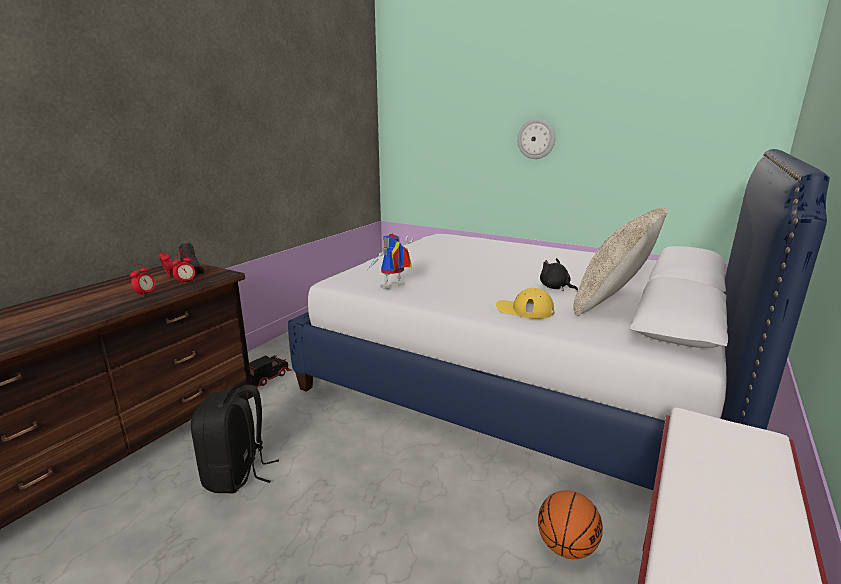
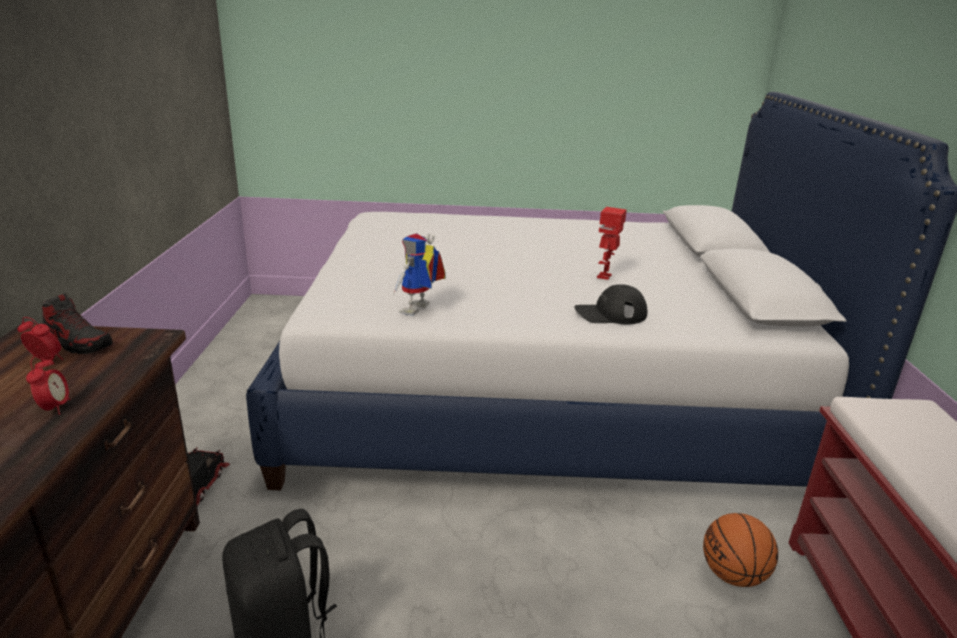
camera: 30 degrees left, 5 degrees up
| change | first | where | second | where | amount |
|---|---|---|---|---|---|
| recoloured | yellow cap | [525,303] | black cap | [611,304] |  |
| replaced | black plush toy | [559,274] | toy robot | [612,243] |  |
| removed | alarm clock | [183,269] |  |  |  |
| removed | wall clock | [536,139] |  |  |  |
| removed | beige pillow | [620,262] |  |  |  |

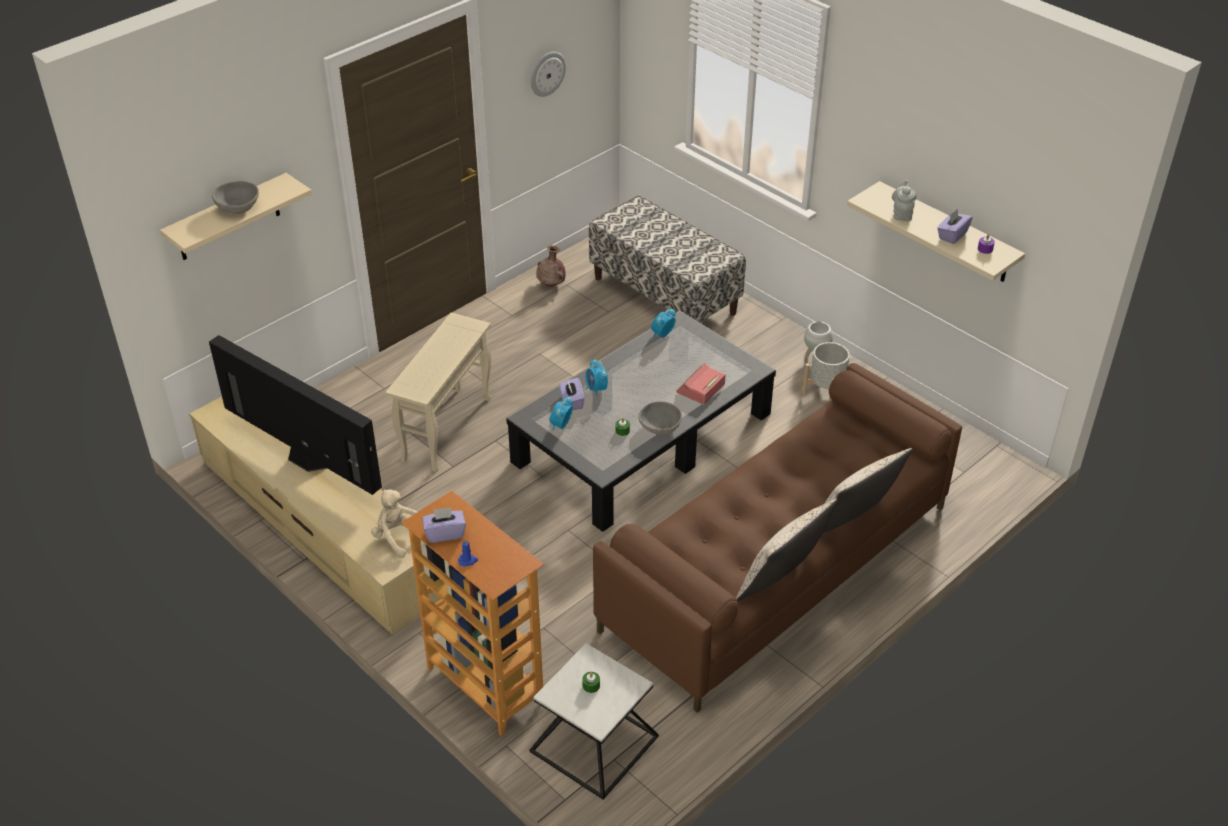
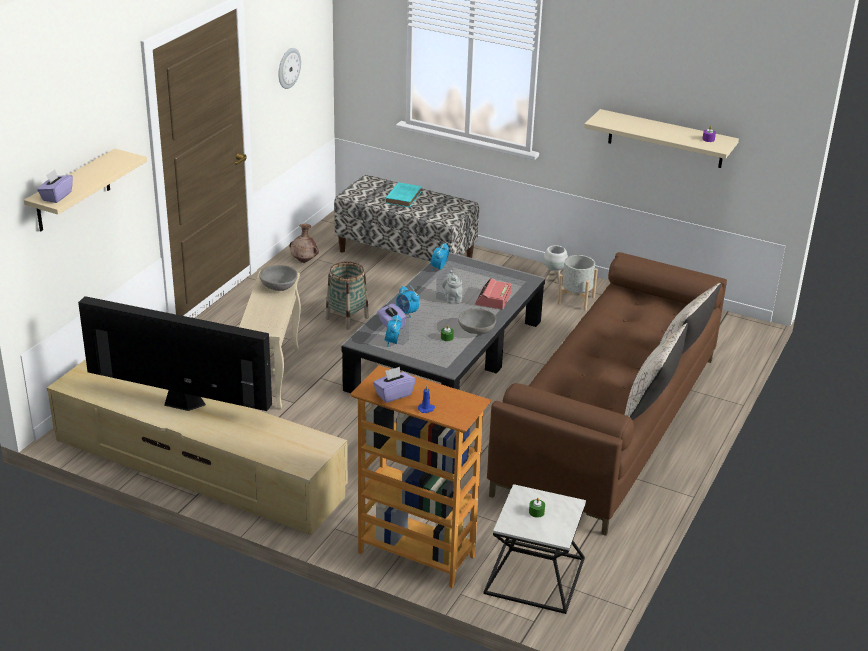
camera: 20 degrees left, 10 degrees down
| change | first | where | second | where | amount |
|---|---|---|---|---|---|
| moved | purple tissue box | [955,226] |  | [55,186] |  |
| moved | grey bowl | [235,197] |  | [278,278] |  |
| added |  |  | basket | [347,295] |  |
| added |  |  | turquoise book | [403,194] |  |
| moved | grey teapot | [904,200] |  | [452,287] |  |
| removed | beige plush toy | [394,523] |  |  |  |

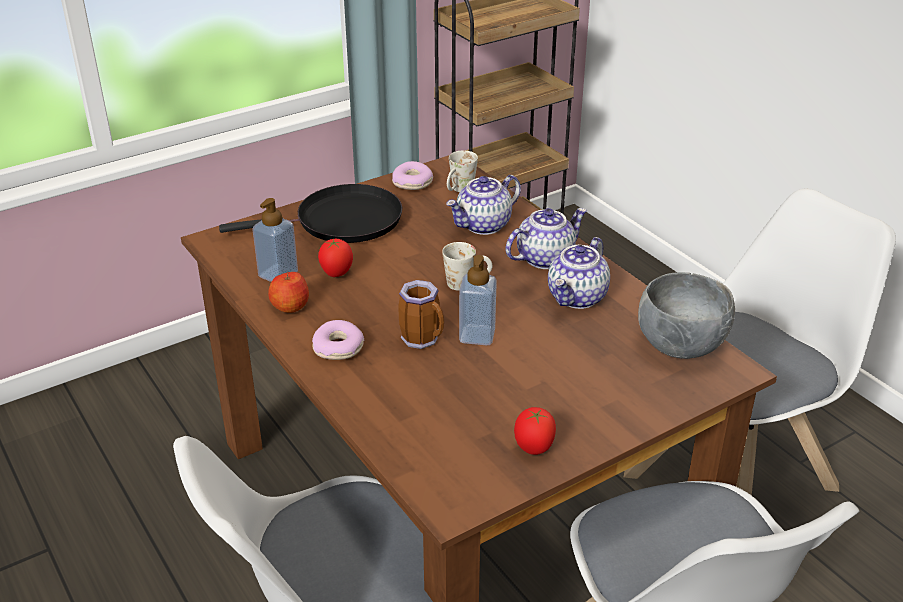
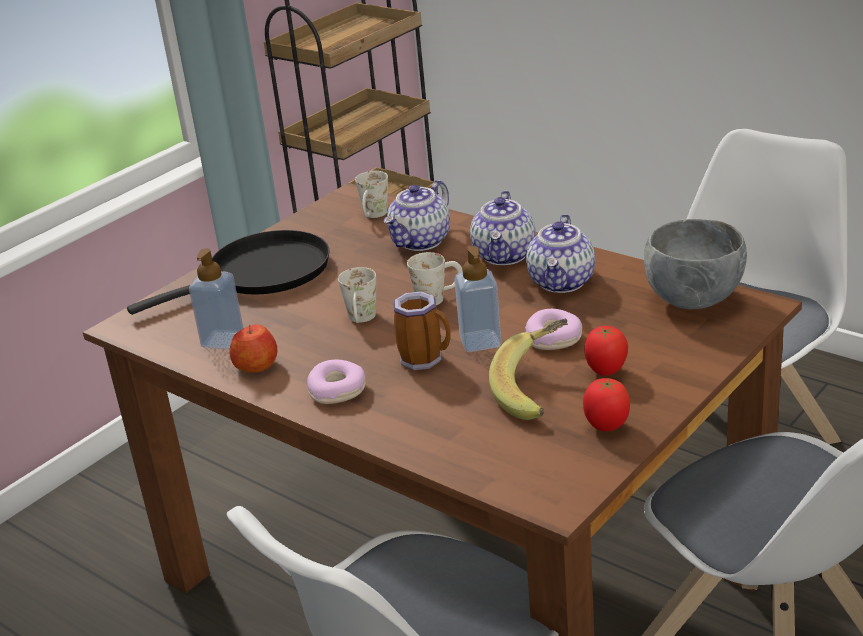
camera: 15 degrees left, 5 degrees down
| change | first | where | second | where | amount |
|---|---|---|---|---|---|
| added |  |  | white mug | [357,295] |  |
| turned | teapot | [546,238] |  | [503,228] | 150 degrees clockwise |
| added |  |  | banana | [528,369] |  |
| moved | donut | [412,175] |  | [553,329] |  |
| moved | tomato | [335,258] |  | [606,351] |  |

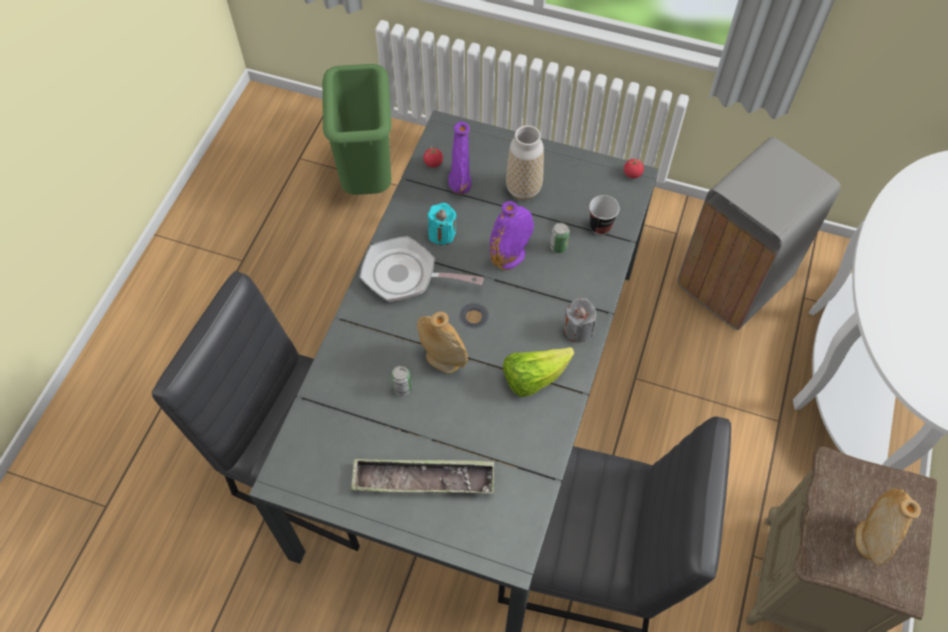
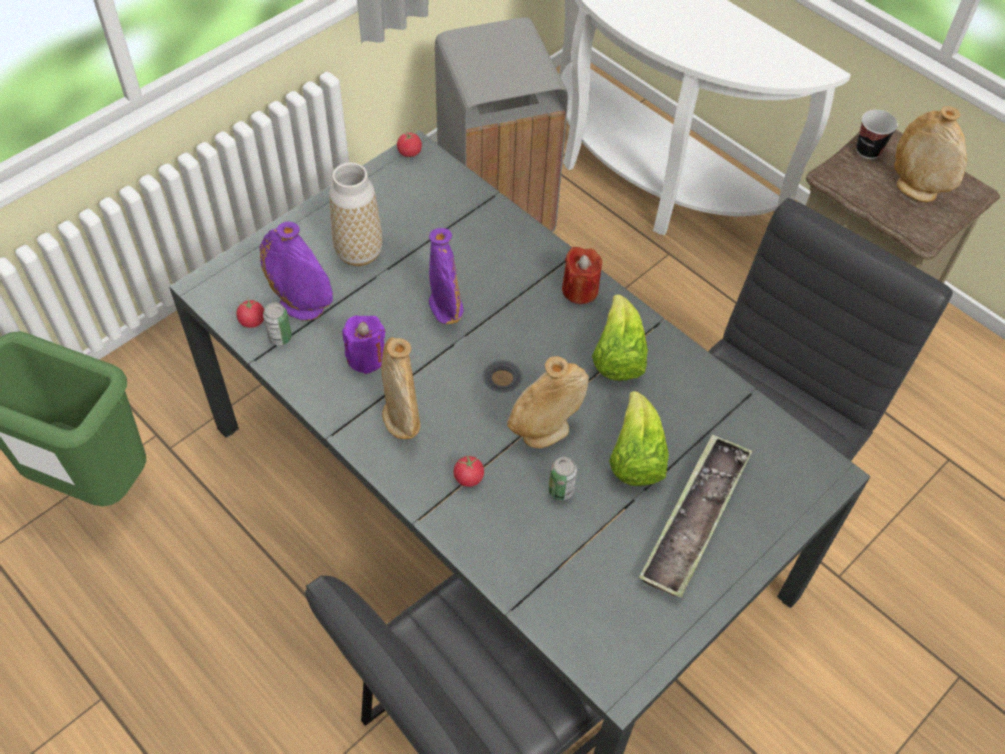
camera: 65 degrees left, 5 degrees down
| change | first | where | second | where | amount |
|---|---|---|---|---|---|
| moved | can | [560,238] |  | [277,324] |  |
| recoloured | turquoise candle | [442,224] | purple candle | [364,345] |  |
| replaced | frying pan | [422,269] | beige vase | [401,388] |  |
| added |  |  | tomato | [468,471] |  |
| recoloured | grey candle | [580,320] | red candle | [582,275] |  |
| added |  |  | lettuce | [639,438] |  |
| moved | cup | [604,215] |  | [877,134] |  |

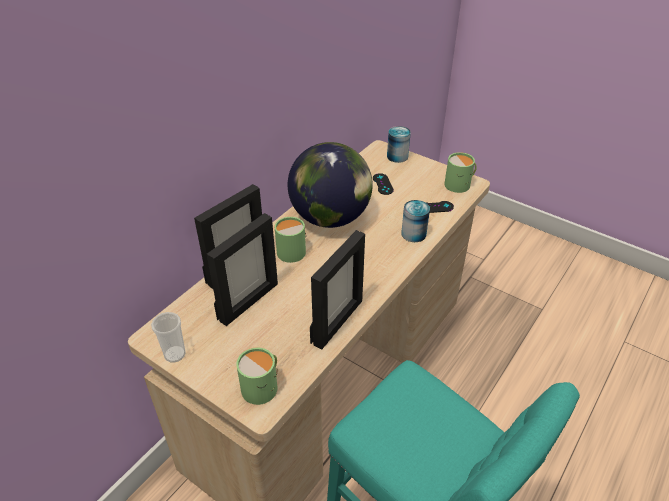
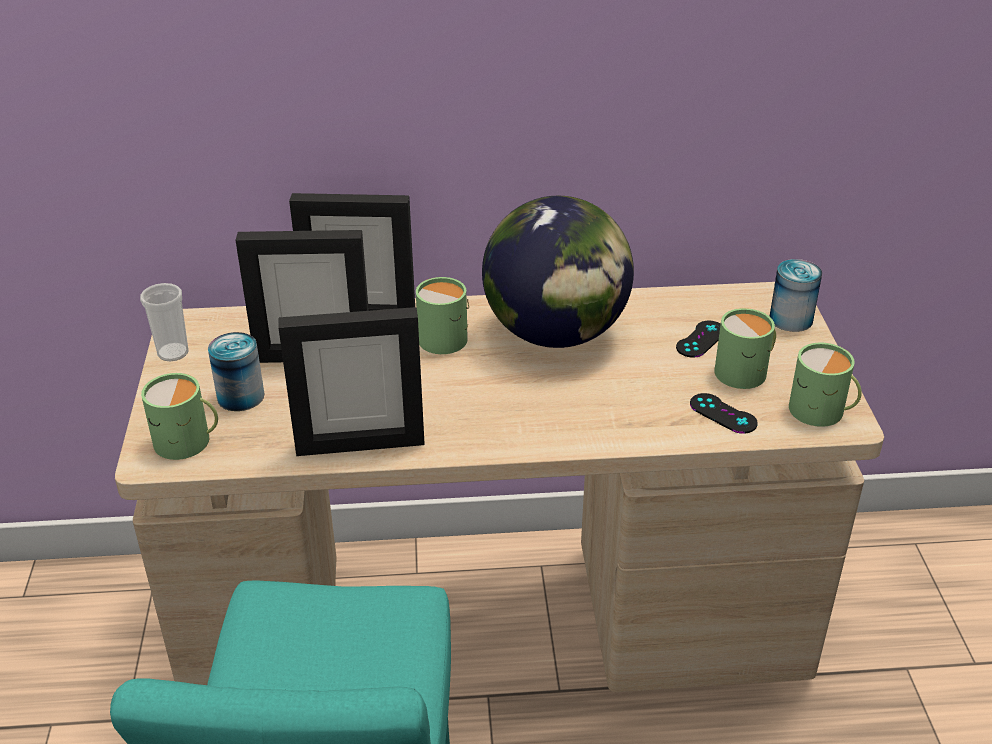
camera: 50 degrees right, 5 degrees down
| change | first | where | second | where | amount |
|---|---|---|---|---|---|
| moved | can | [415,221] |  | [236,371] |  |
| added |  |  | green mug | [745,348] |  |

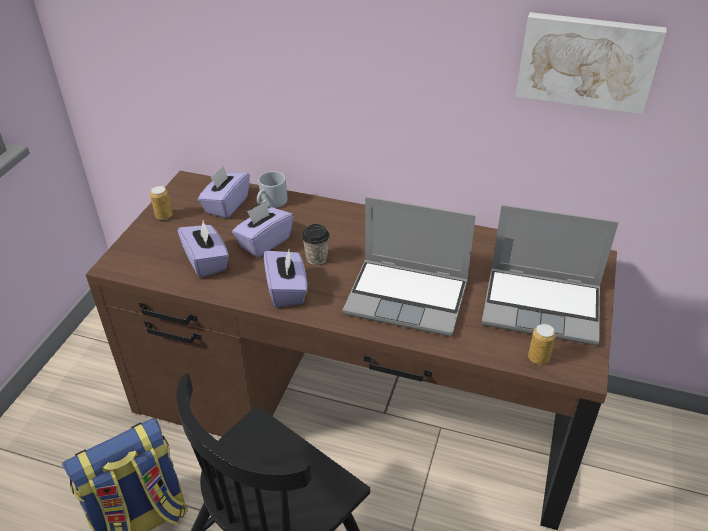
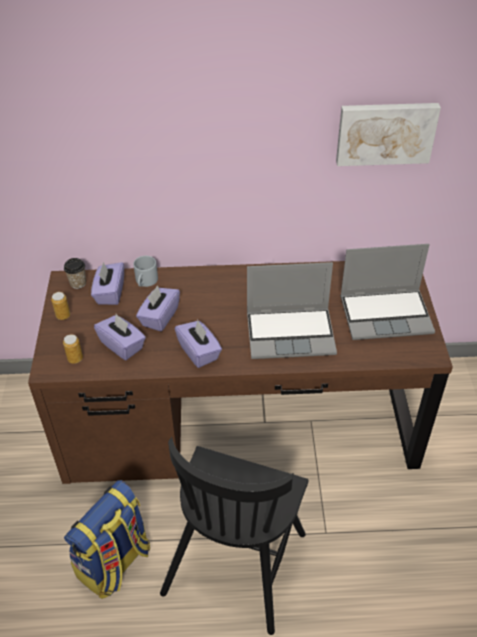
camera: 20 degrees left, 5 degrees up
| change | first | where | second | where | amount |
|---|---|---|---|---|---|
| moved | can | [542,344] |  | [73,349] |  |
| moved | cup | [316,244] |  | [75,273] |  |

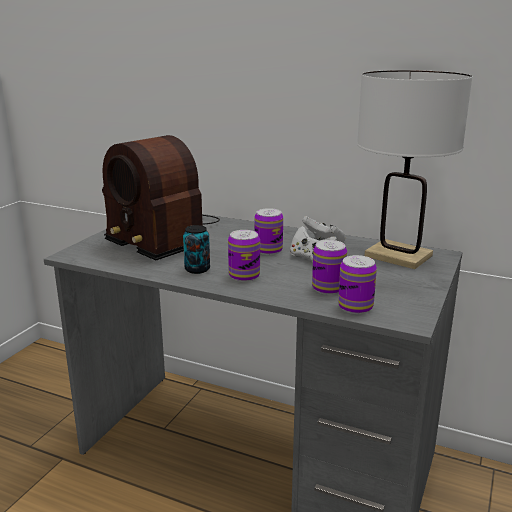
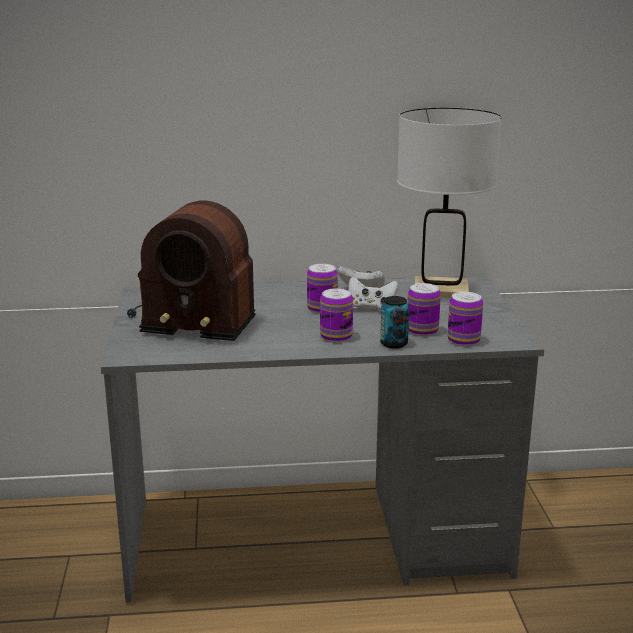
camera: 30 degrees left, 0 degrees up
| change | first | where | second | where | amount |
|---|---|---|---|---|---|
| moved | can | [196,249] |  | [394,322] |  |

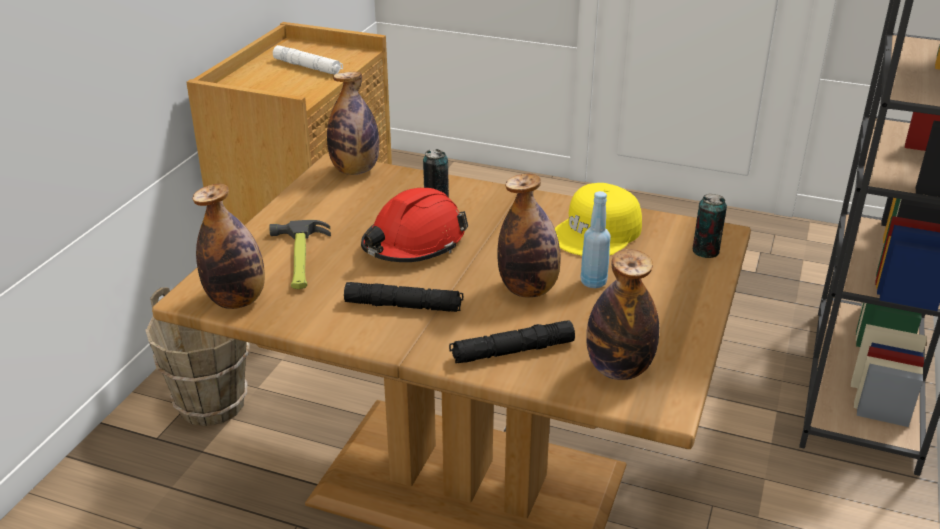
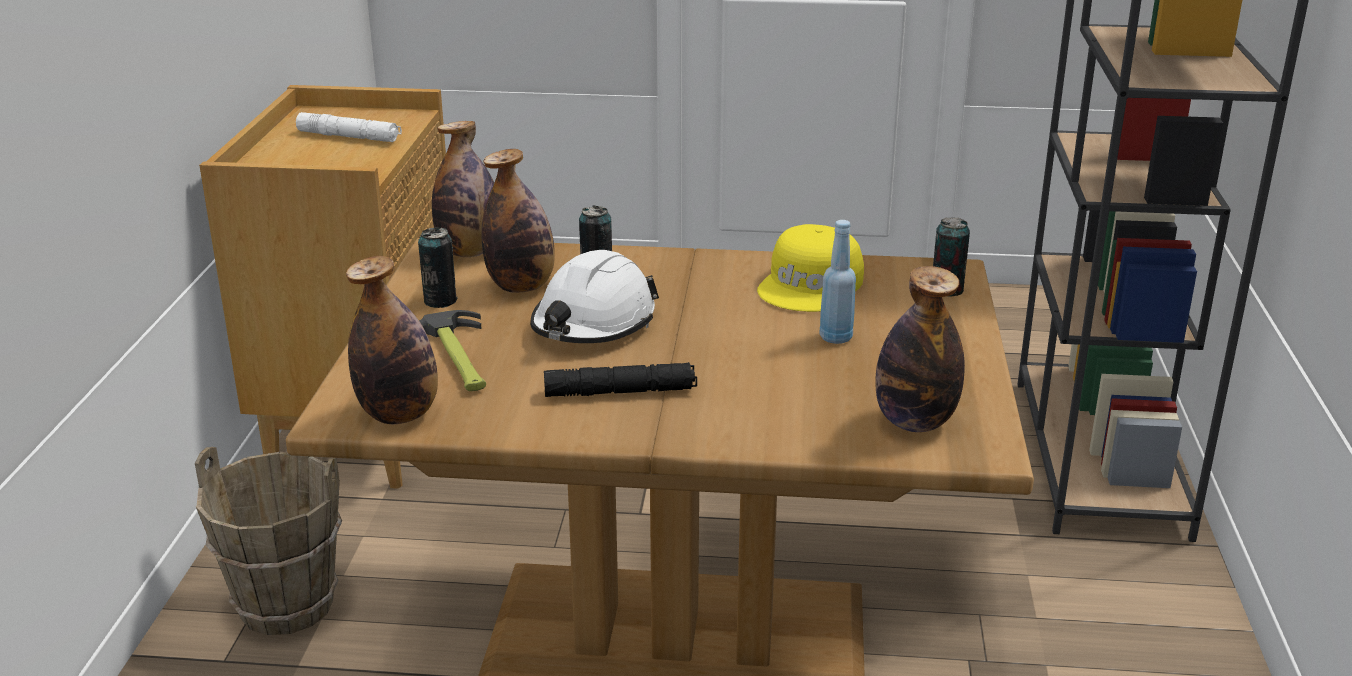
camera: 15 degrees left, 5 degrees down
| change | first | where | second | where | amount |
|---|---|---|---|---|---|
| added |  |  | can | [437,267] |  |
| moved | bottle | [529,236] |  | [518,221] |  |
| recoloured | red hard hat | [414,225] | white hard hat | [594,296] |  |
| removed | black flashlight | [512,341] |  |  |  |

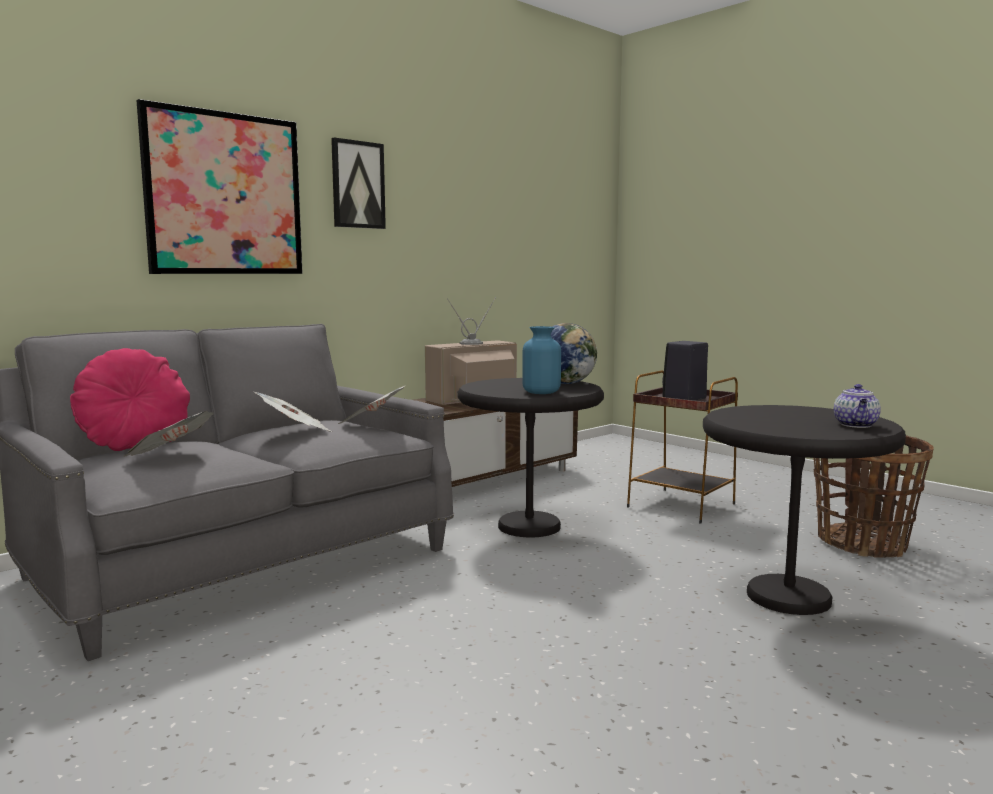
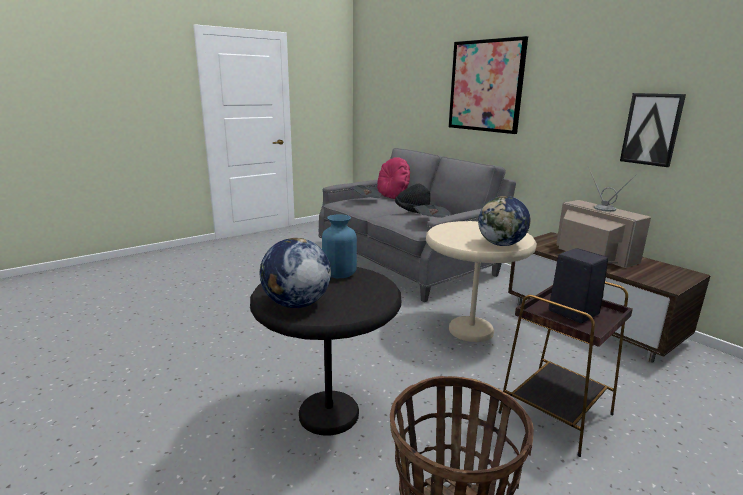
camera: 95 degrees right, 10 degrees up
| change | first | where | second | where | amount |
|---|---|---|---|---|---|
| replaced | teapot | [857,406] | globe | [295,273] |  |
| moved | blue vase | [541,360] |  | [339,246] |  |
| replaced | newspaper | [293,412] | black hat | [412,198] |  |
| recoloured | black side table | [530,457] | beige side table | [481,281] |  |
| moved | picture | [358,183] |  | [653,130] |  |

